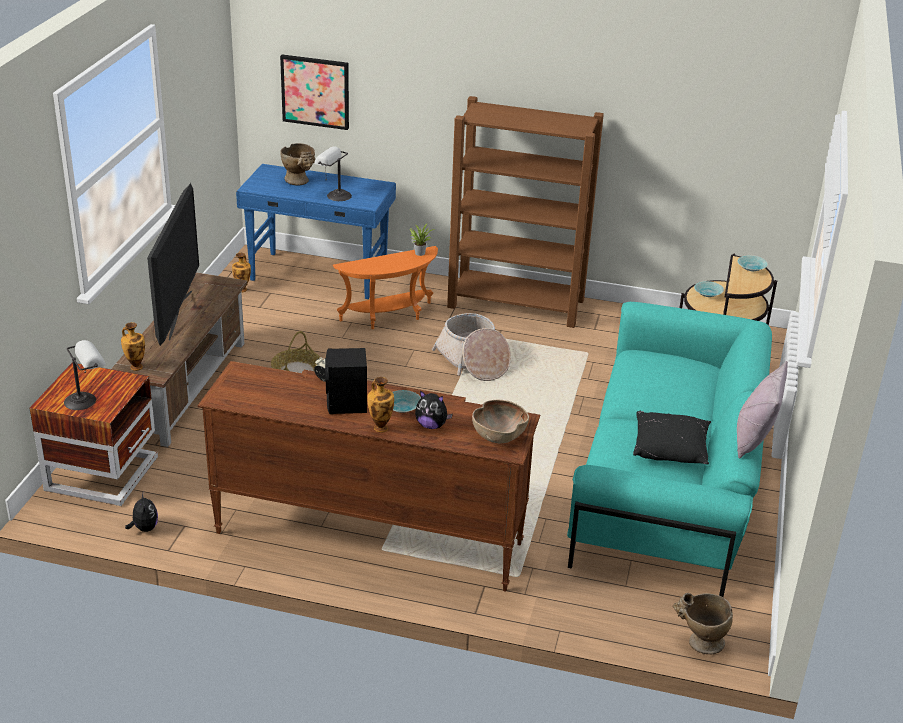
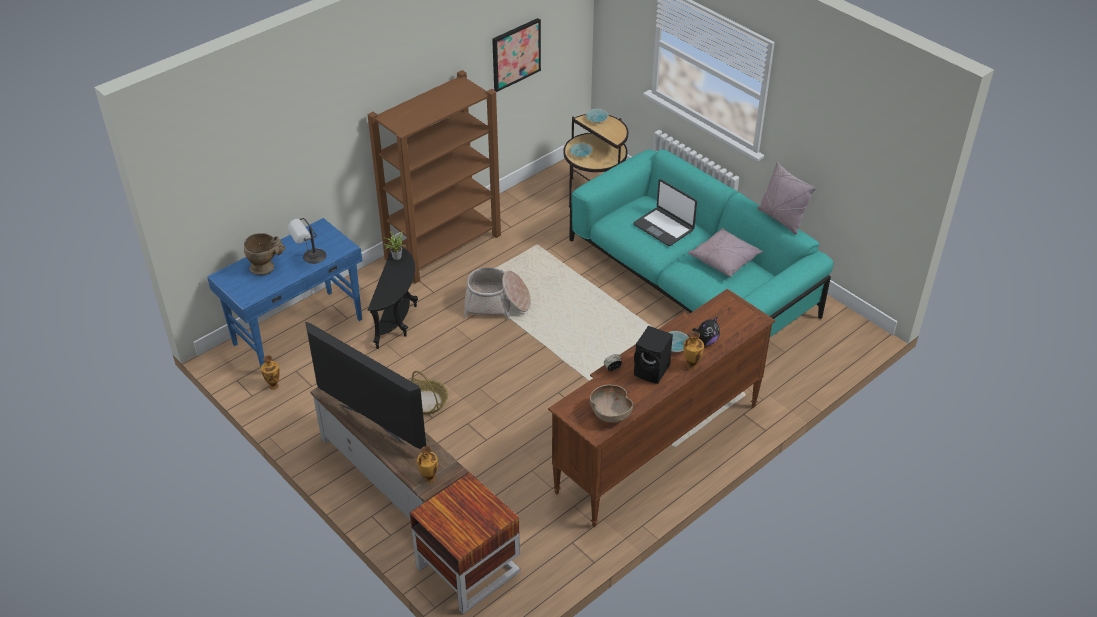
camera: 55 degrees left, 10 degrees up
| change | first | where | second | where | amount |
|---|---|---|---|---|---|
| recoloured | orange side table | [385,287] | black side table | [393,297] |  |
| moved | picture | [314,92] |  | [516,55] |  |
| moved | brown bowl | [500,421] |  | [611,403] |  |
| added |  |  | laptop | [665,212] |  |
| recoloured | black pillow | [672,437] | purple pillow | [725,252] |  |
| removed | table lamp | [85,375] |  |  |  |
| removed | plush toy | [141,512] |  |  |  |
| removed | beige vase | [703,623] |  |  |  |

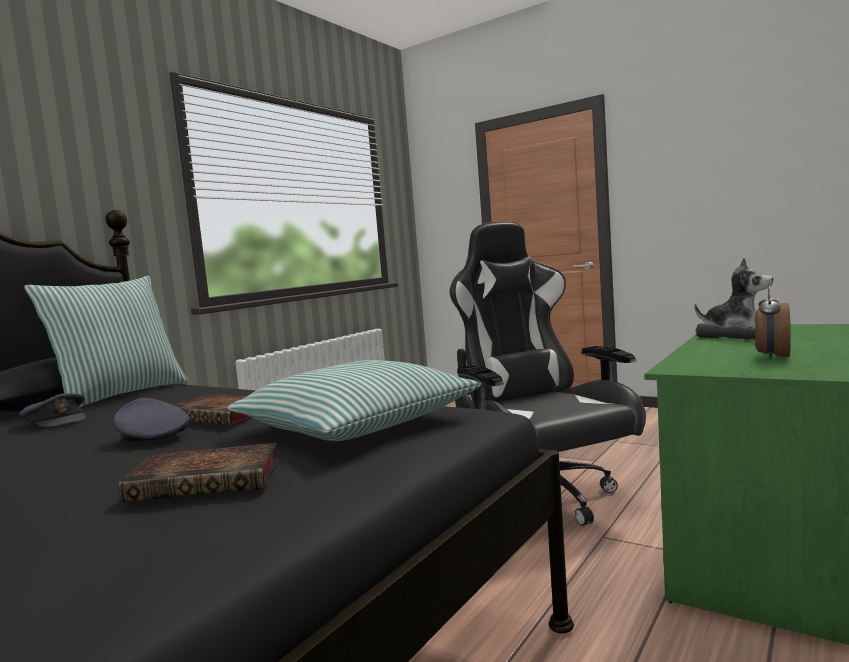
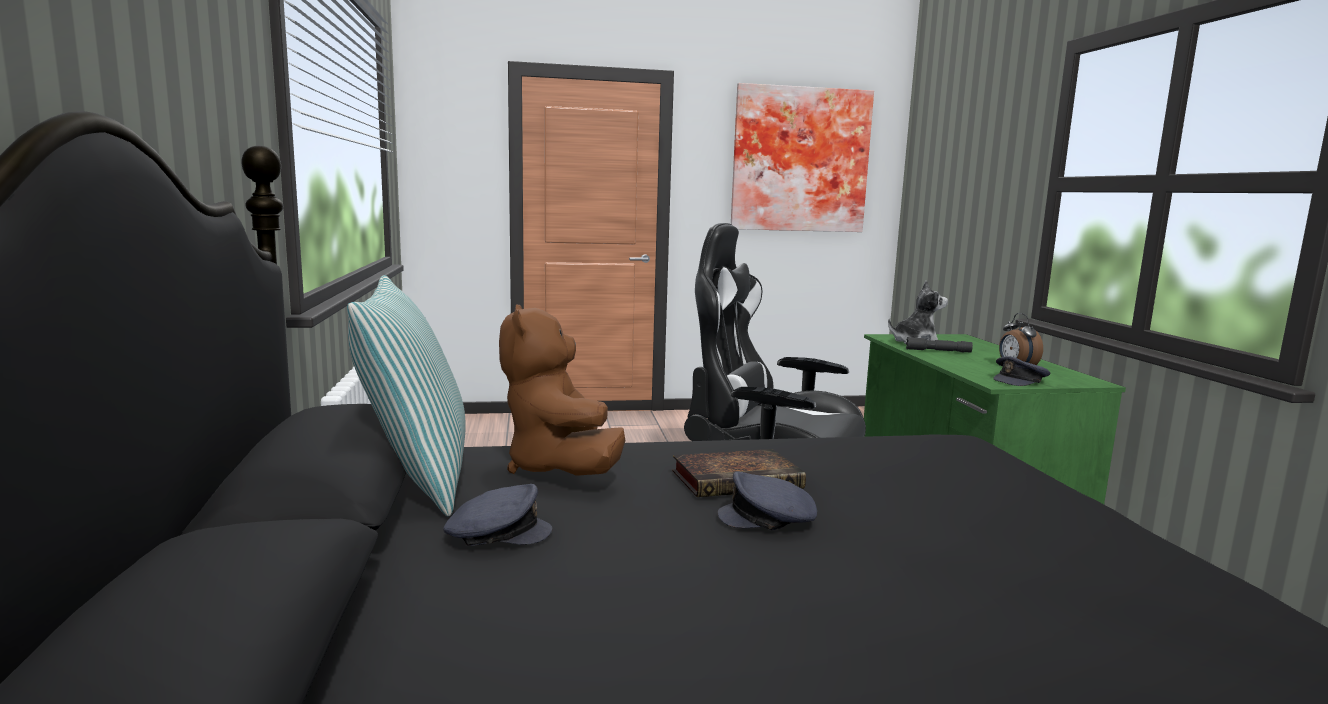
camera: 45 degrees left, 5 degrees up
| change | first | where | second | where | amount |
|---|---|---|---|---|---|
| added |  |  | brown plush toy | [562,390] |  |
| added |  |  | picture | [802,157] |  |
| added |  |  | grey cap | [1021,371] |  |
| removed | book | [198,473] |  |  |  |
| removed | pillow | [354,400] |  |  |  |

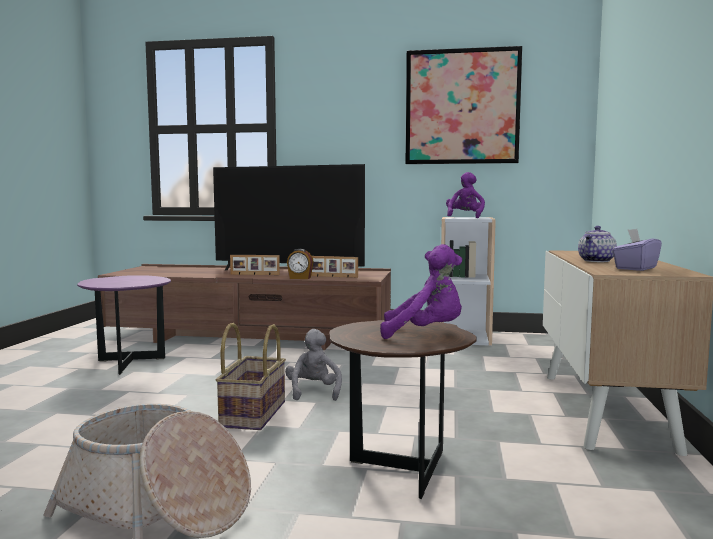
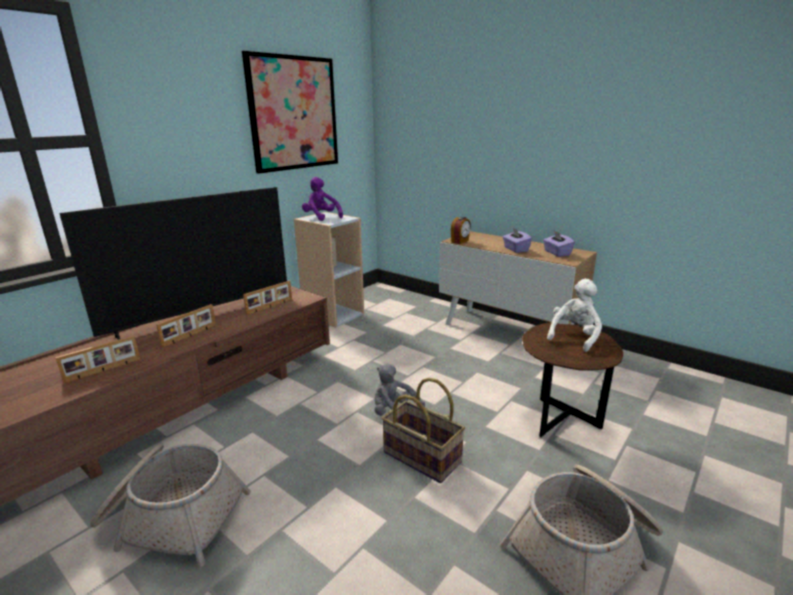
camera: 60 degrees left, 15 degrees up
| change | first | where | second | where | amount |
|---|---|---|---|---|---|
| added |  |  | picture frame | [98,359] |  |
| replaced | purple side table | [124,325] | basket | [170,505] |  |
| moved | alarm clock | [300,264] |  | [461,230] |  |
| replaced | teapot | [597,244] | purple tissue box | [517,240] |  |
| recoloured | purple plush toy | [421,291] | white plush toy | [574,315] |  |

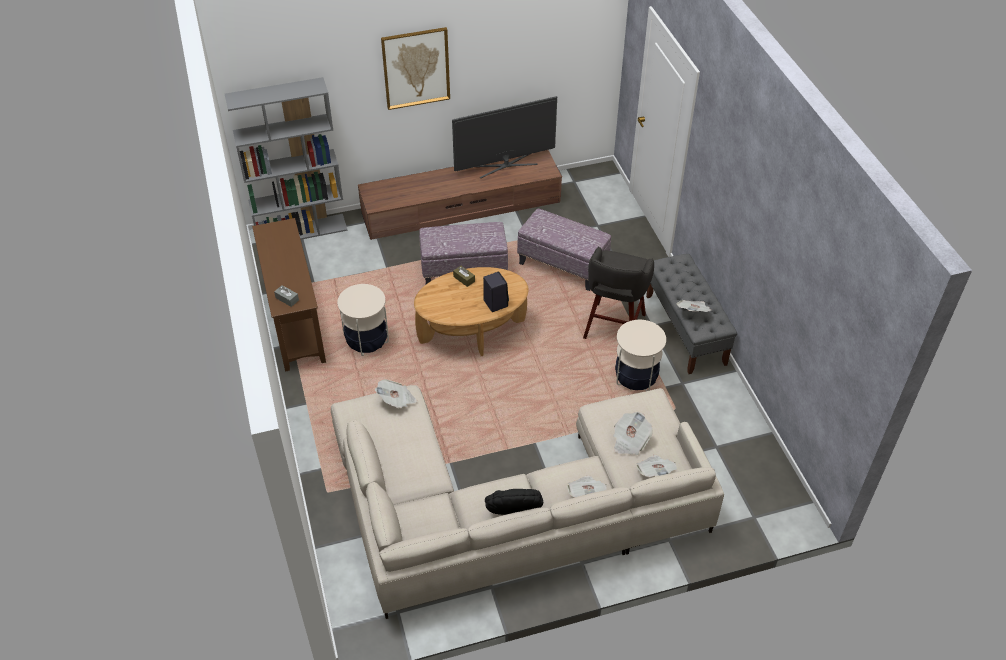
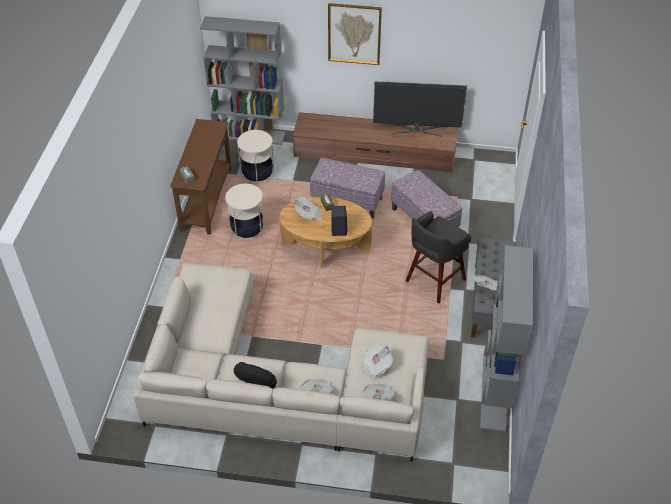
camera: 25 degrees right, 0 degrees up
| change | first | where | second | where | amount |
|---|---|---|---|---|---|
| moved | beige side table | [640,355] |  | [255,157] |  |
| moved | newspaper | [396,393] |  | [307,208] |  |
| added |  |  | grey bookcase | [506,338] |  |

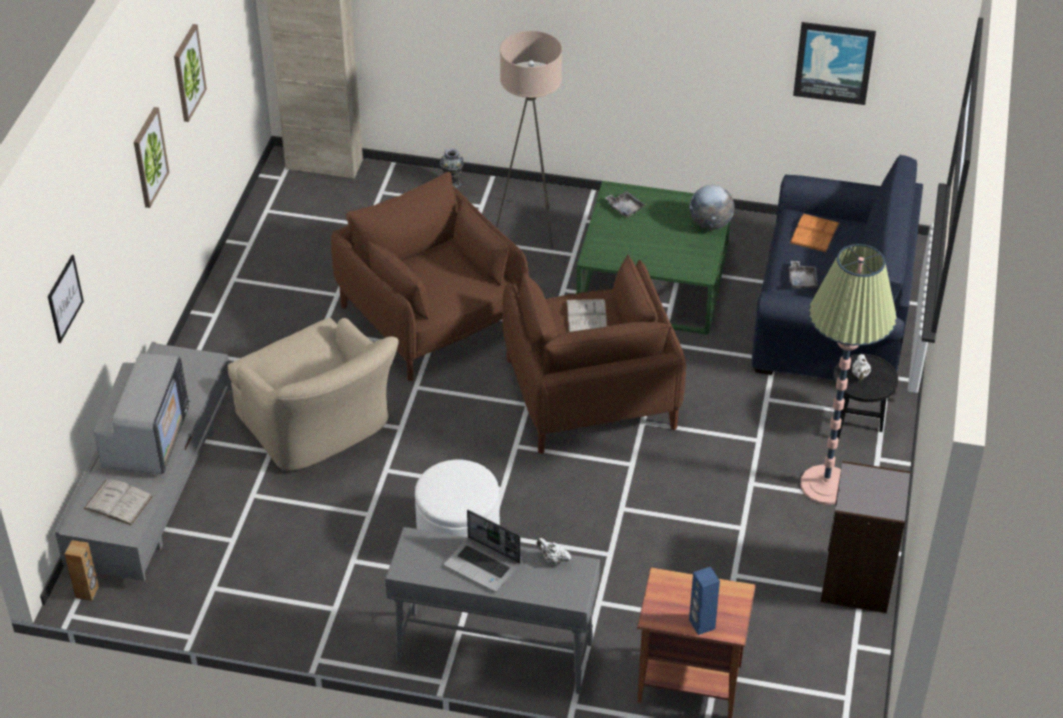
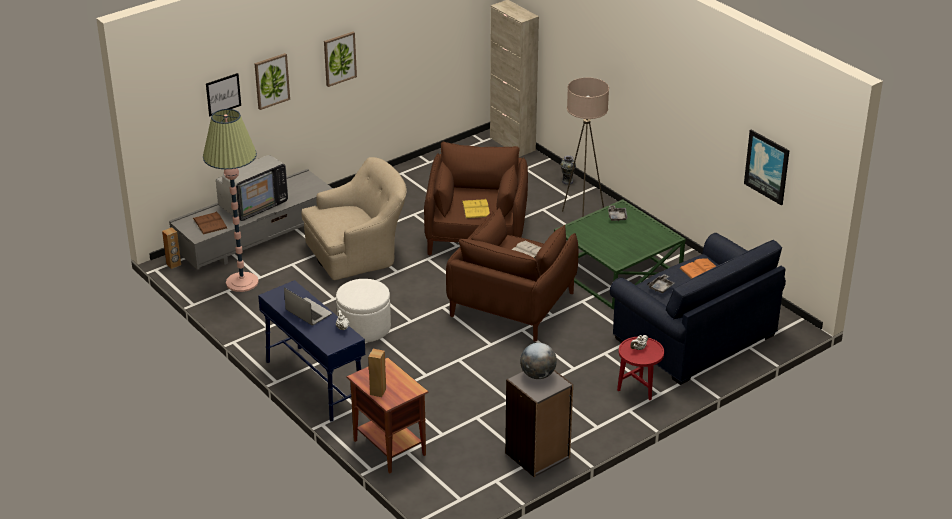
camera: 40 degrees right, 10 degrees down
| change | first | where | second | where | amount |
|---|---|---|---|---|---|
| recoloured | white book | [118,502] | brown book | [210,223] |  |
| moved | floor lamp | [848,374] |  | [231,200] |  |
| moved | picture | [190,73] |  | [272,81] |  |
| recoloured | grey console table | [492,610] | blue console table | [311,351] |  |
| turned | laptop | [482,551] |  | [308,306] | 150 degrees clockwise |
| turned | beige armchair | [313,394] |  | [354,218] | 120 degrees counterclockwise |
| recoloured | blue speaker | [704,600] | brown speaker | [377,373] |  |
| added |  |  | yellow book | [476,209] |  |
| moved | globe | [711,207] |  | [538,361] |  |
| recoloured | black side table | [865,397] | red side table | [640,368] |  |

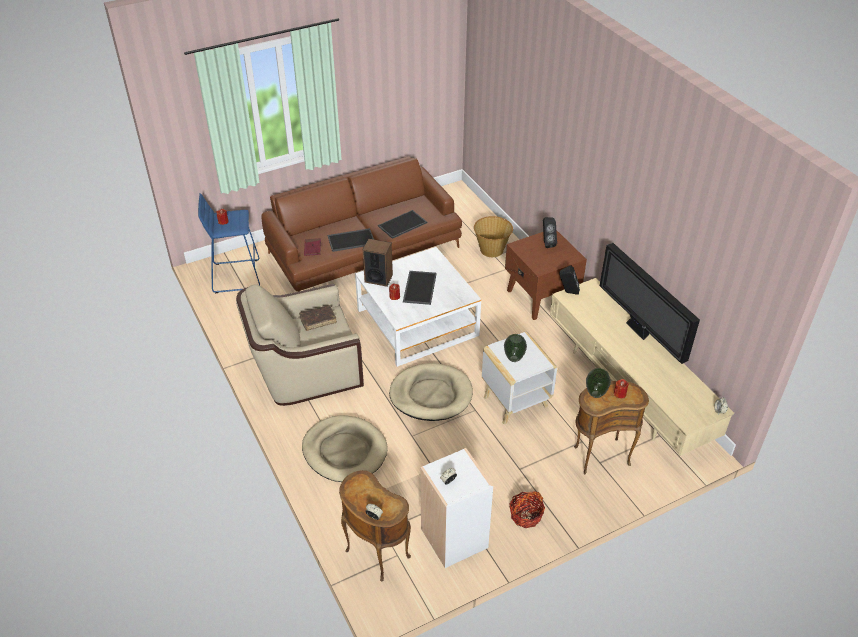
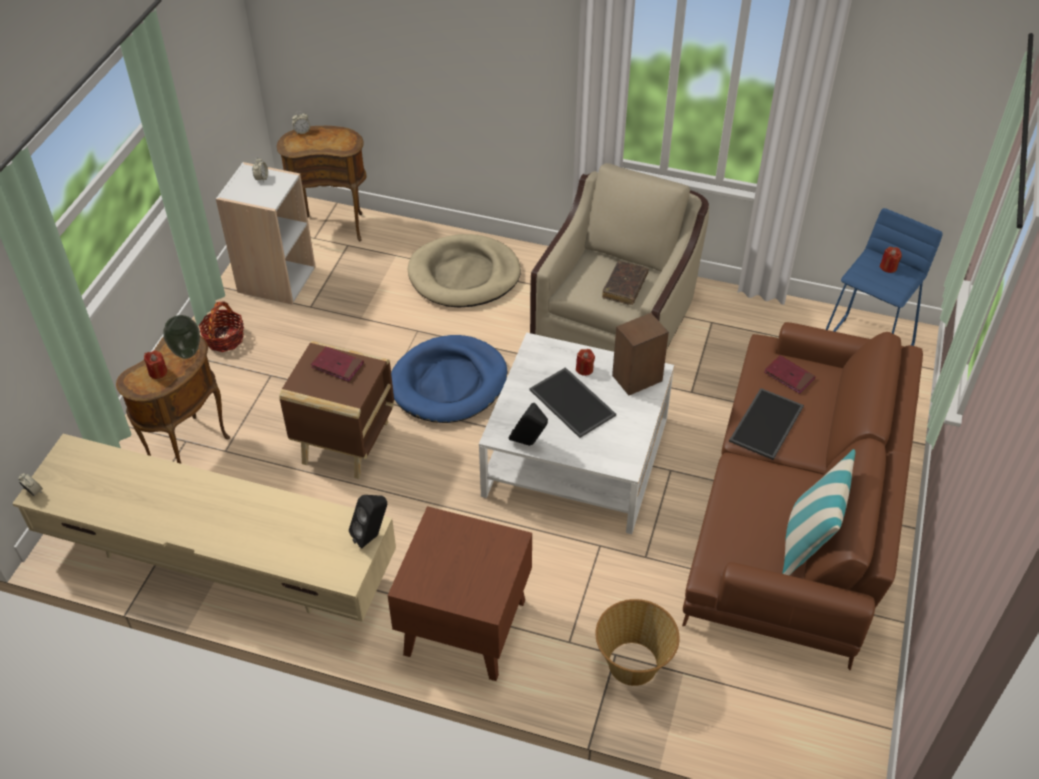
camera: 135 degrees right, 5 degrees up
| change | first | where | second | where | amount |
|---|---|---|---|---|---|
| recoloured | white side table | [519,377] | brown side table | [336,410] |  |
| replaced | vase | [515,348] | red book | [337,364] |  |
| recoloured | beige dog bed | [431,392] | blue dog bed | [449,379] |  |
| moved | black speaker | [550,232] |  | [528,424] |  |
| added |  |  | pillow | [818,512] |  |
| removed | tray | [402,224] |  |  |  |
| removed | television | [650,303] |  |  |  |

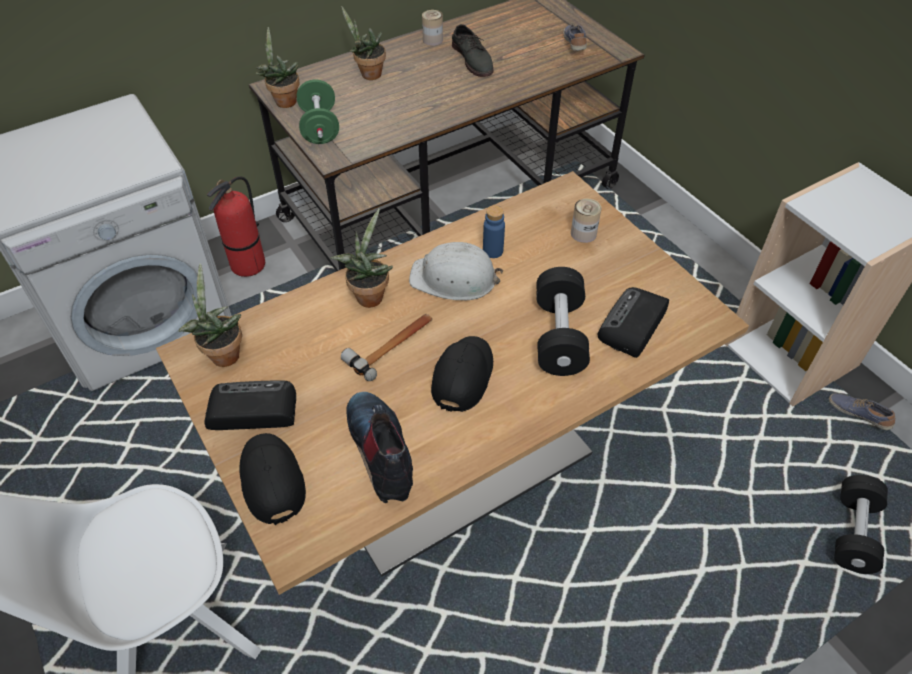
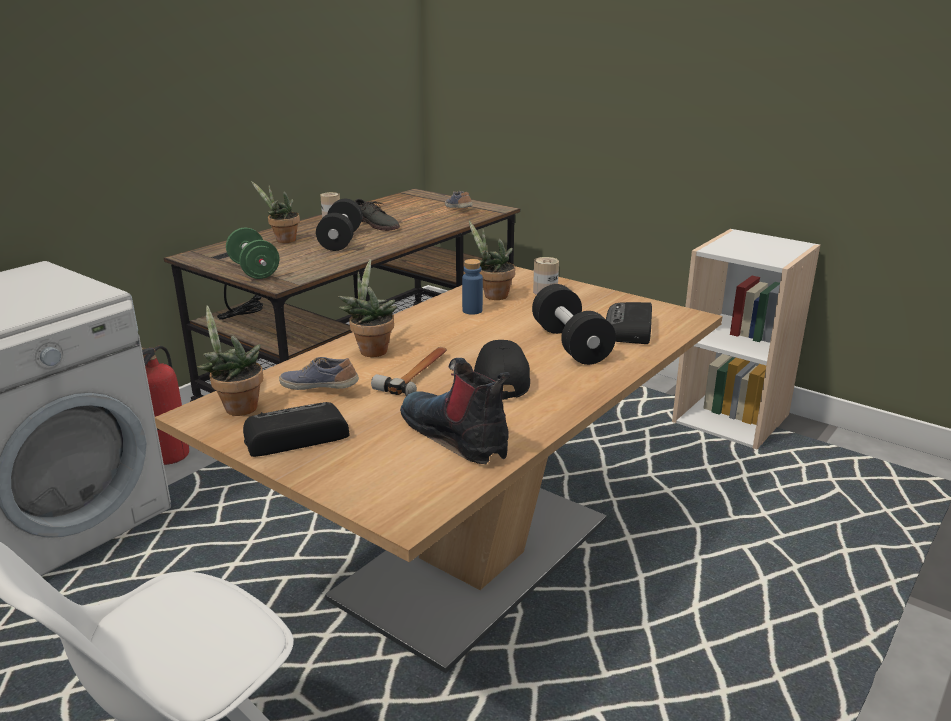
camera: 20 degrees left, 25 degrees down
| change | first | where | second | where | amount |
|---|---|---|---|---|---|
| moved | shoe | [862,411] |  | [319,373] |  |
| moved | black dumbbell | [861,524] |  | [339,225] |  |
| moved | potted plant | [277,67] |  | [492,260] |  |
| removed | black cap | [272,479] |  |  |  |
| removed | white hard hat | [456,271] |  |  |  |

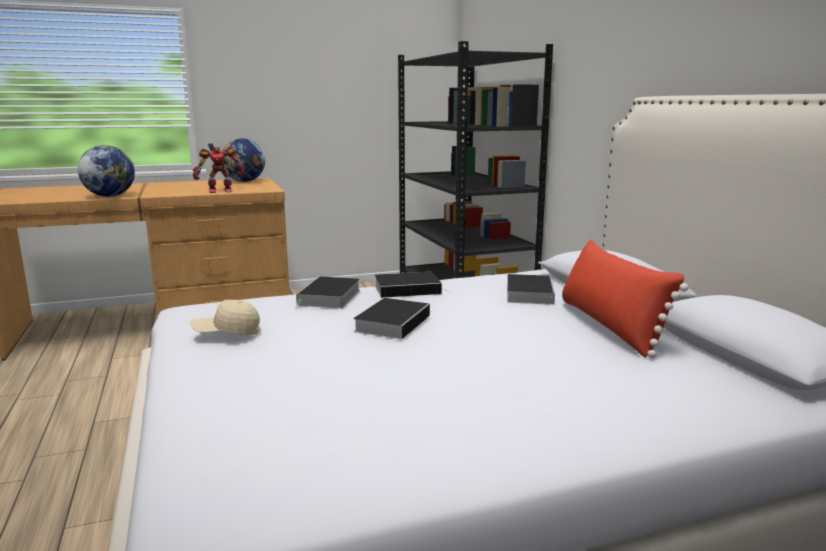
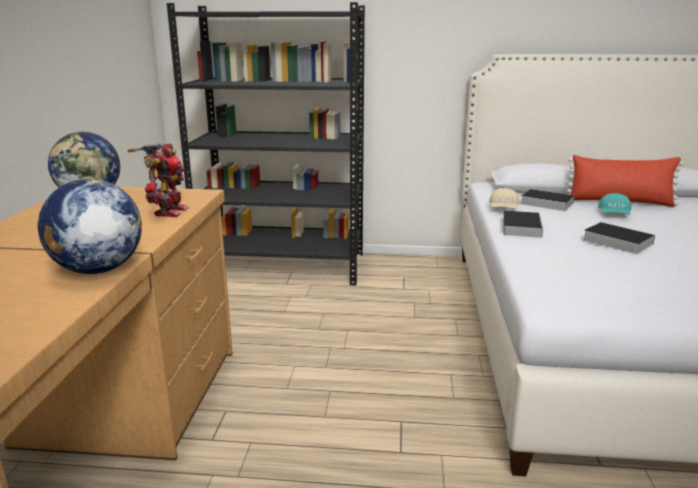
camera: 65 degrees left, 5 degrees up
| change | first | where | second | where | amount |
|---|---|---|---|---|---|
| moved | beige cap | [225,317] |  | [504,198] |  |
| added |  |  | turquoise cap | [614,204] |  |
| removed | book | [327,293] |  |  |  |

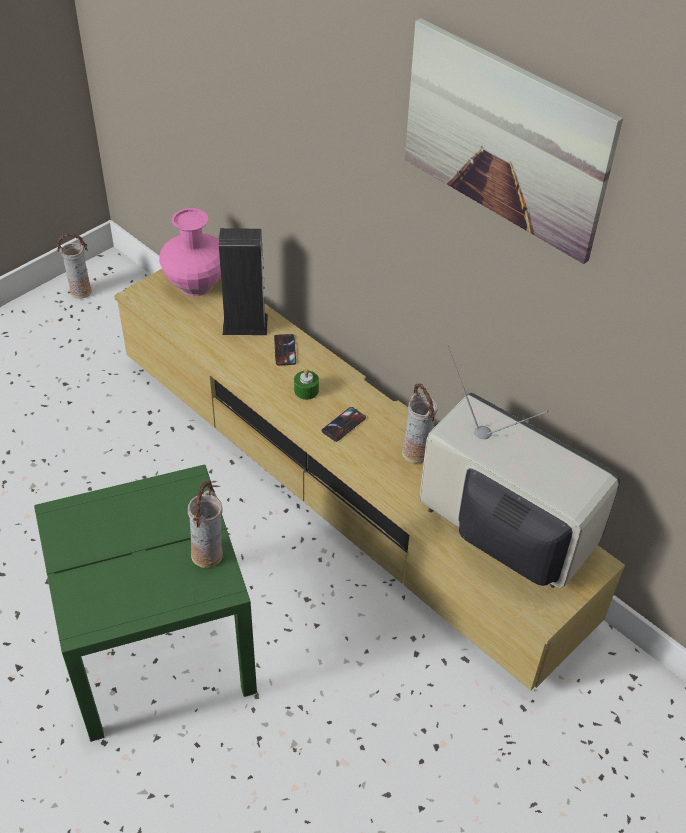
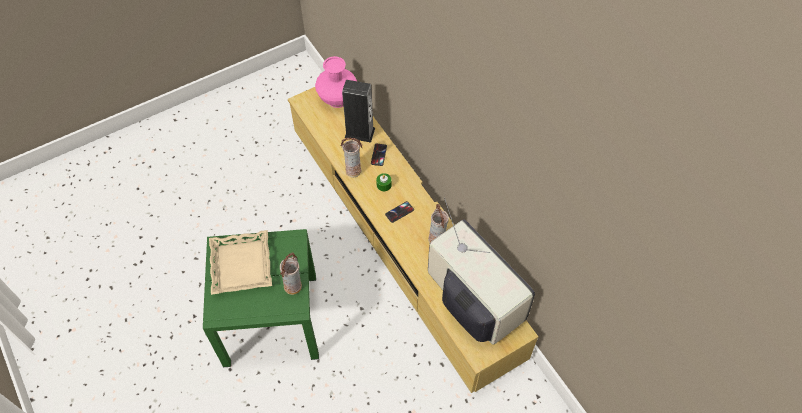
camera: 15 degrees right, 10 degrees up
| change | first | where | second | where | amount |
|---|---|---|---|---|---|
| added |  |  | beige tray | [240,262] |  |
| moved | vase | [74,266] |  | [352,157] |  |
| removed | picture | [514,141] |  |  |  |

